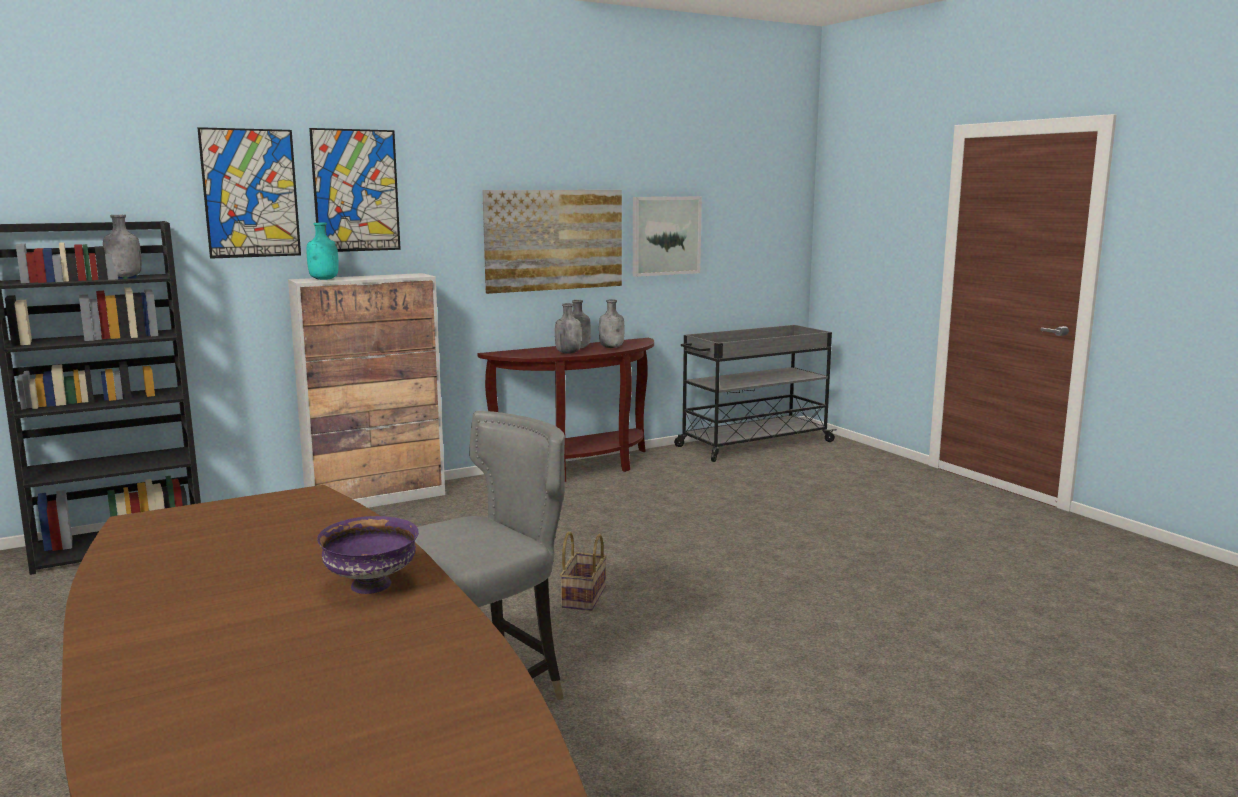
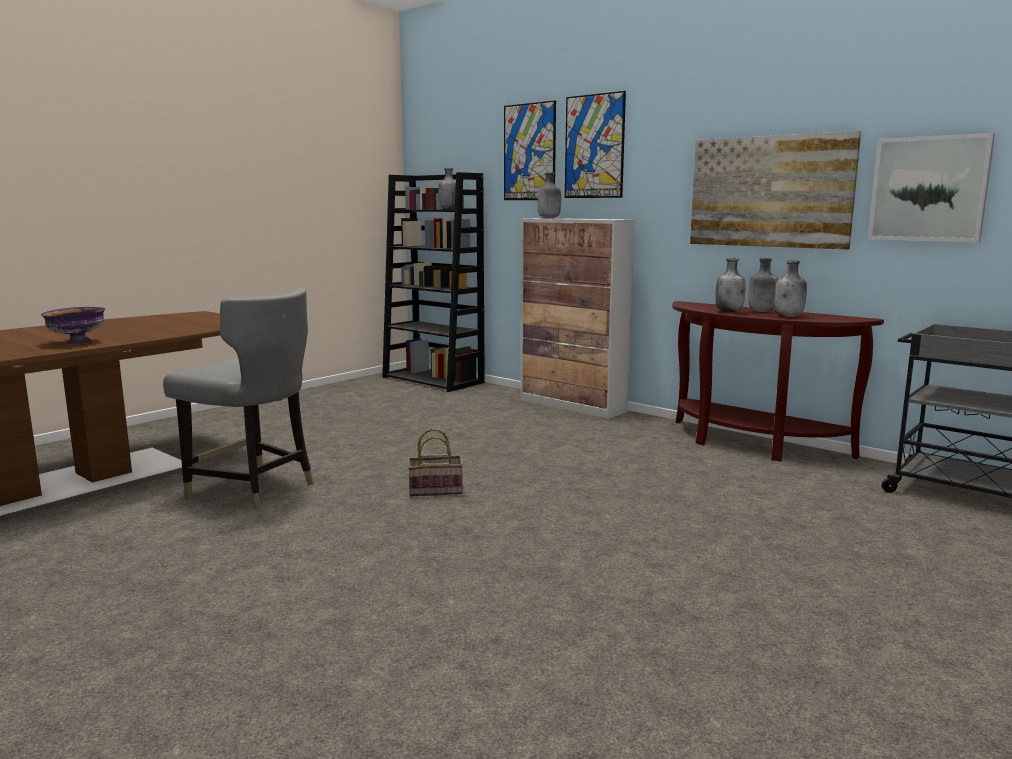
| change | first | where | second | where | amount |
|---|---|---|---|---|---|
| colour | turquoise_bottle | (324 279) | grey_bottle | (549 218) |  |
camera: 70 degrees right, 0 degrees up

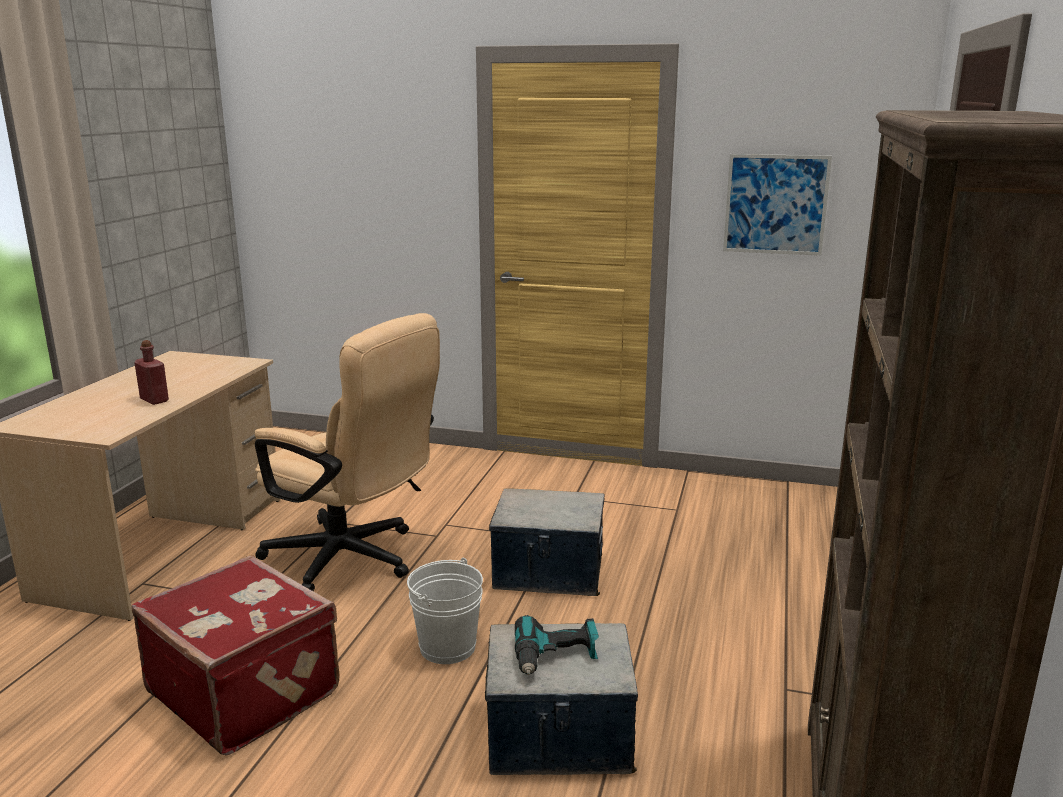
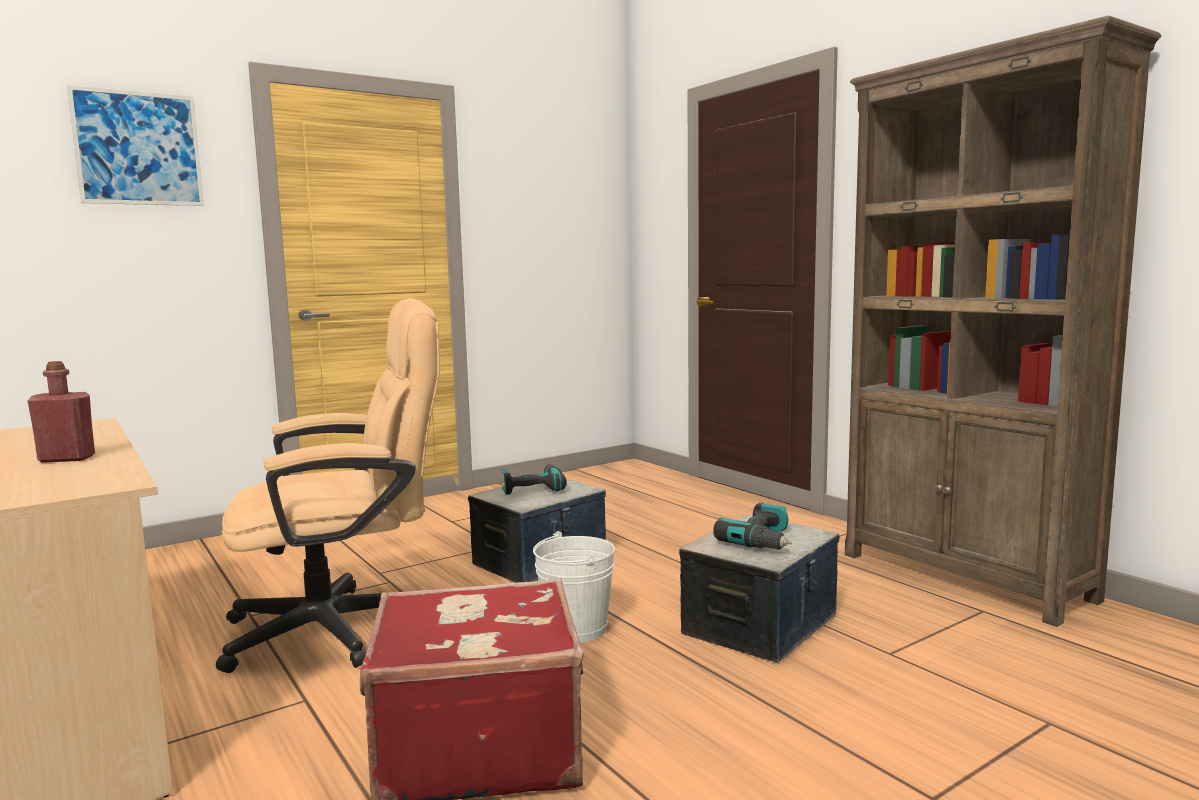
| change | first | where | second | where | amount |
|---|---|---|---|---|---|
| appeared |  |  | power_drill | (533 488) |  |
| relocated | picture | (775 204) |  | (138 148) |  |
camera: 50 degrees left, 10 degrees down

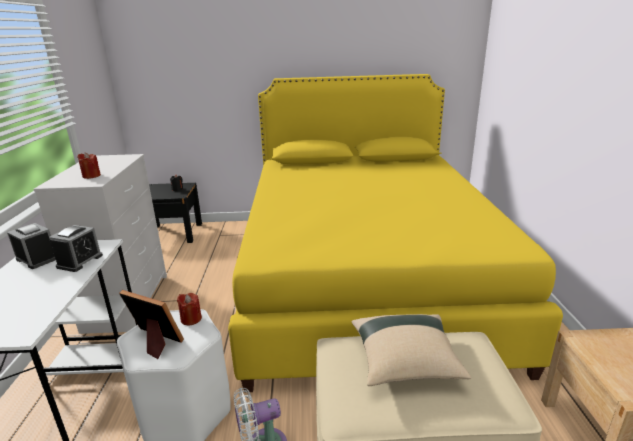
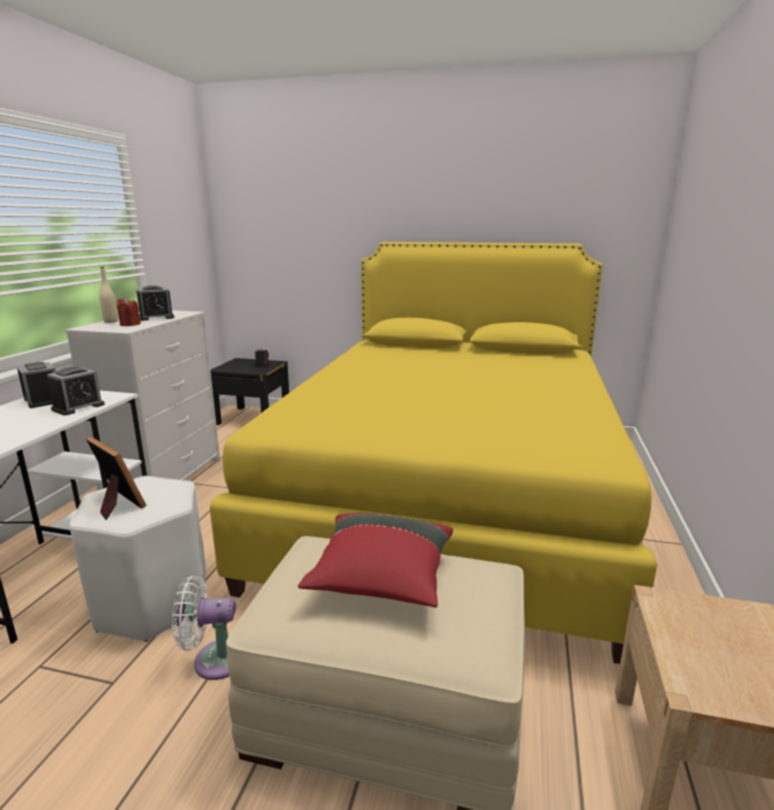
| change | first | where | second | where | amount |
|---|---|---|---|---|---|
| missing | red_candle | (191 319) |  |  |  |
| appeared |  |  | beige_bottle | (111 321) |  |
| appeared |  |  | alarm_clock | (156 317) |  |
| colour | beige_pillow | (405 363) | red_pillow | (381 579) |  |
camera: 15 degrees right, 5 degrees down

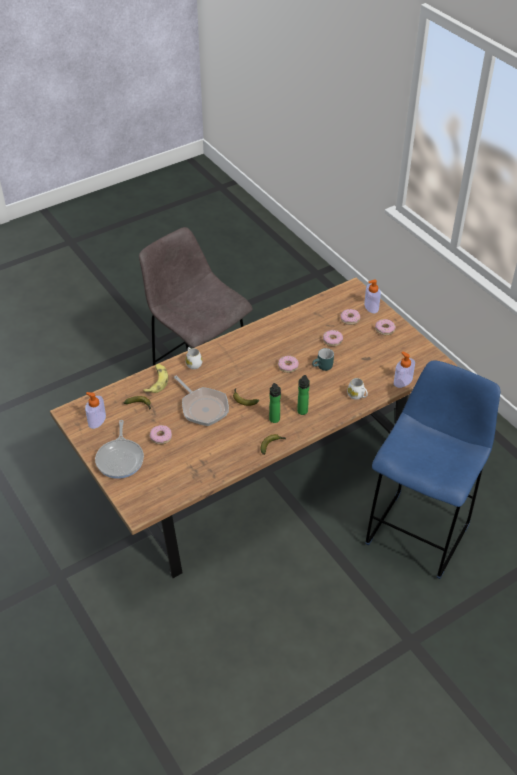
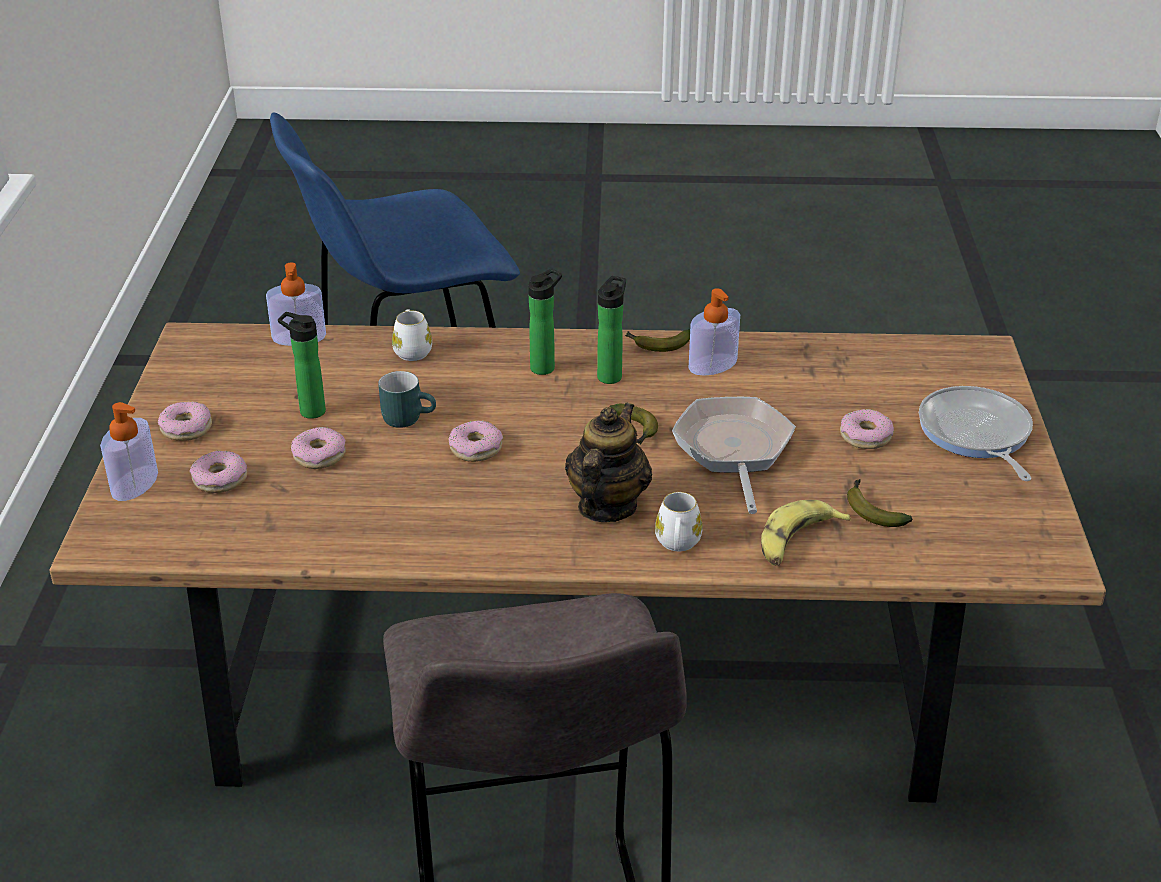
| change | first | where | second | where | amount |
|---|---|---|---|---|---|
| appeared |  |  | bottle | (309 410) |  |
| appeared |  |  | teapot | (606 506) |  |
| relocated | soap_dispenser | (97 420) |  | (712 365) |  |
| spun | frying_pan | (120 459) |  | (975 434) | 45 degrees counterclockwise |
camera: 145 degrees left, 10 degrees down

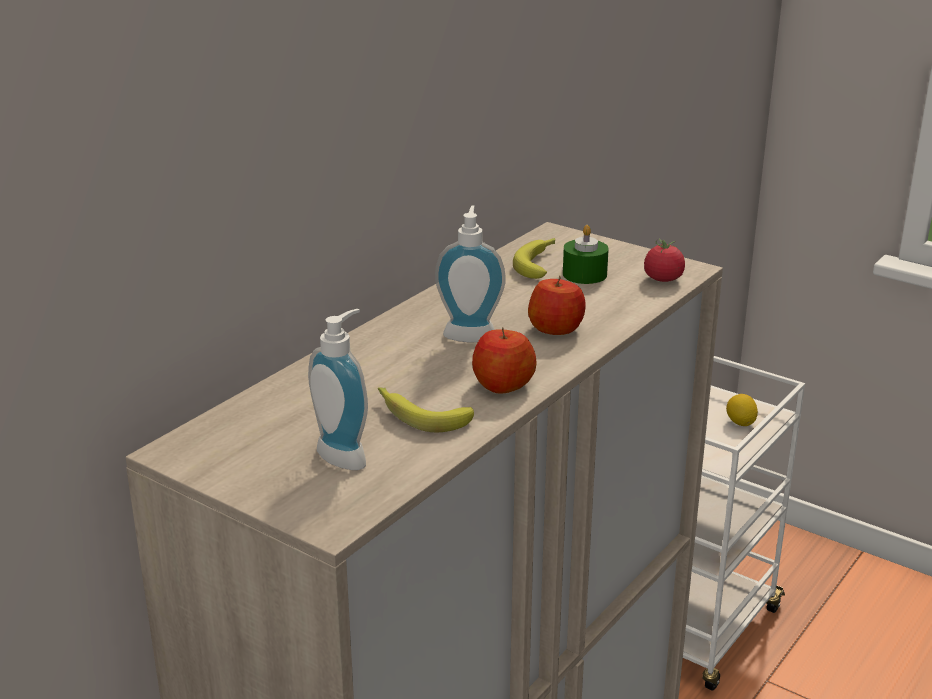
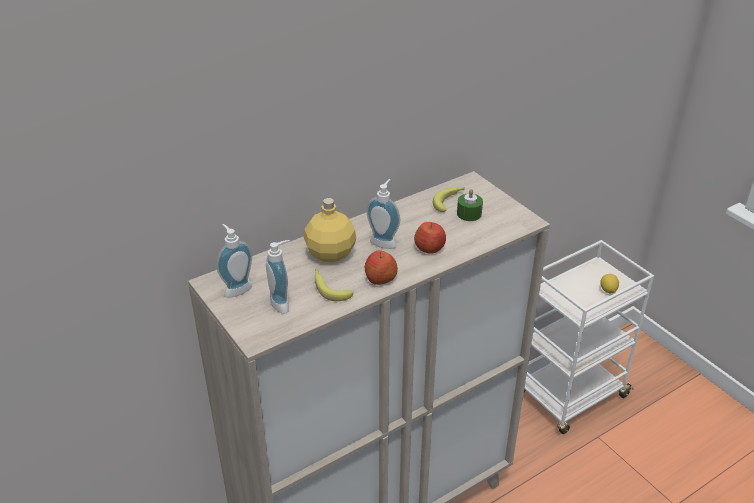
| change | first | where | second | where | amount |
|---|---|---|---|---|---|
| missing | tomato | (663 279) |  |  |  |
| appeared |  |  | soap_dispenser | (236 288) |  |
| appeared |  |  | yellow_bottle | (331 253) |  |
camera: 20 degrees right, 10 degrees up

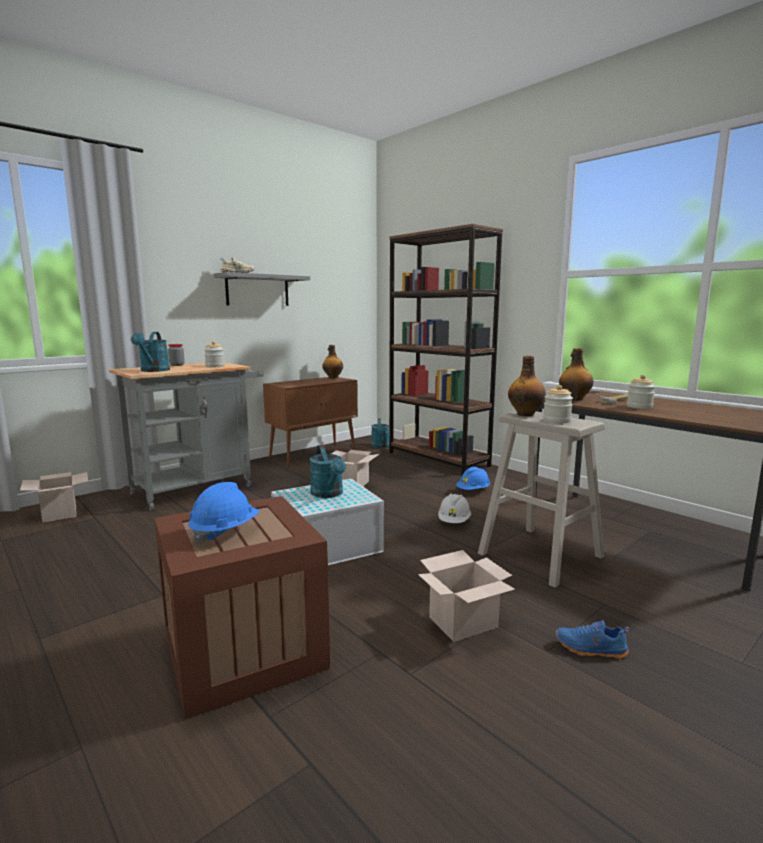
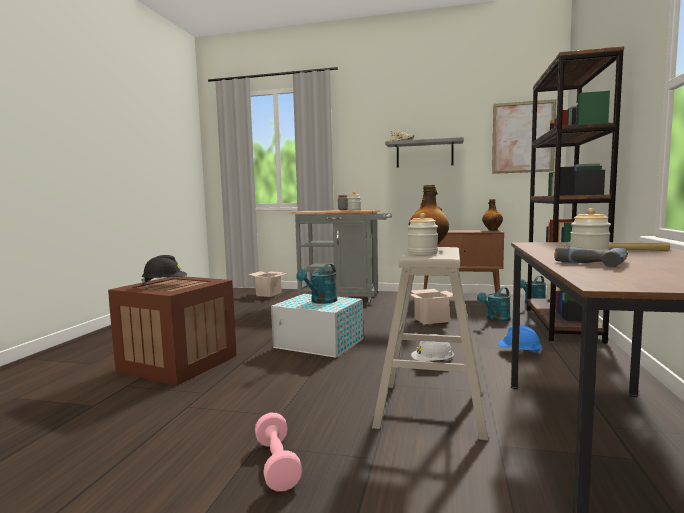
| change | first | where | second | where | amount |
|---|---|---|---|---|---|
| missing | cardboard_box | (462 623) |  |  |  |
| missing | bottle | (574 399) |  |  |  |
| appeared |  |  | picture | (523 137) |  |
| appeared |  |  | power_drill | (591 262) |  |
| relocated | turquoise_watering_can | (153 371) |  | (496 319) |  |
| exchanged | blue_shoe | (590 649) | pink_dumbbell | (277 464) |  |
| colour | blue_hard_hat | (224 531) | black_hard_hat | (165 283) |  |
camera: 55 degrees right, 5 degrees down

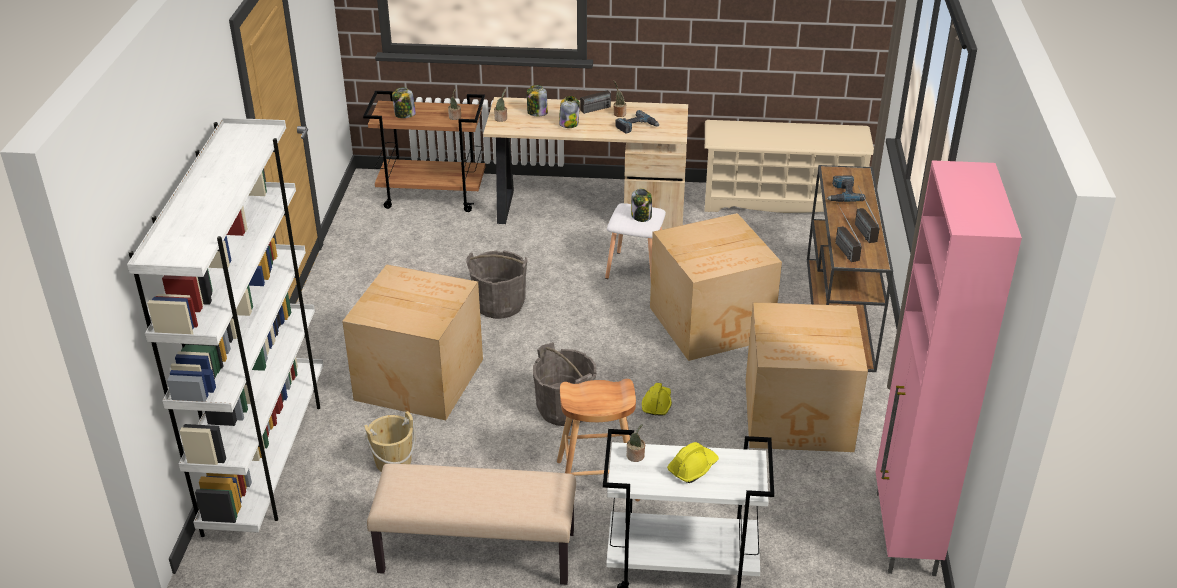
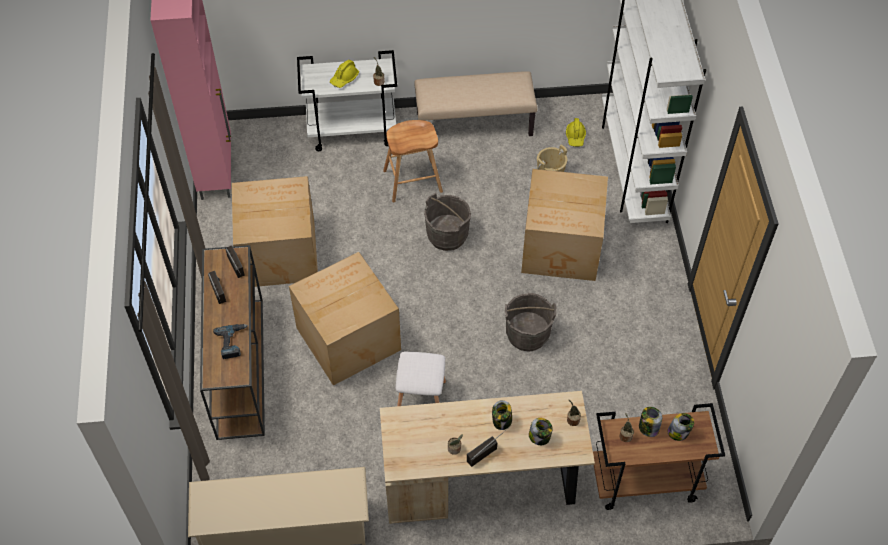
| change | first | where | second | where | amount |
|---|---|---|---|---|---|
| missing | power_drill | (637 126) |  |  |  |
| relocated | jar | (641 216) |  | (648 428) |  |
| relocated | yellow_hard_hat | (657 404) |  | (575 136) |  |
camera: 170 degrees right, 20 degrees up

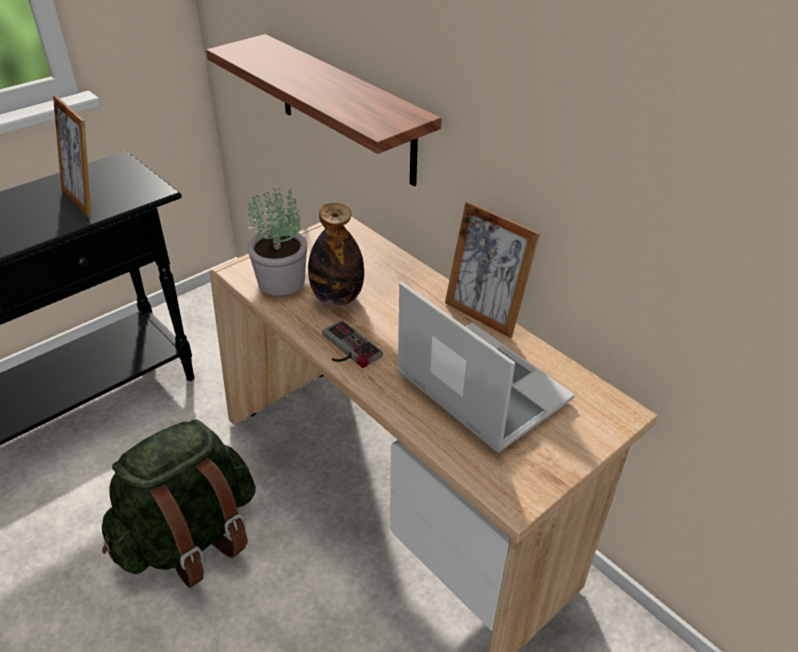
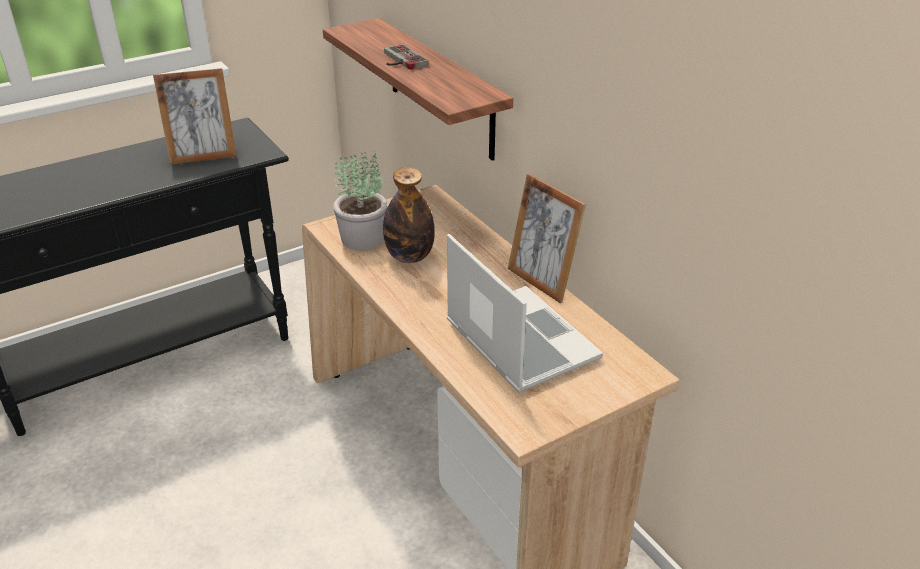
| change | first | where | second | where | amount |
|---|---|---|---|---|---|
| missing | green_backpack | (190 537) |  |  |  |
| relocated | game_controller | (345 349) |  | (400 60) |  |
| spun | picture_frame | (85 200) |  | (203 156) | 75 degrees counterclockwise |
camera: 10 degrees right, 5 degrees down

